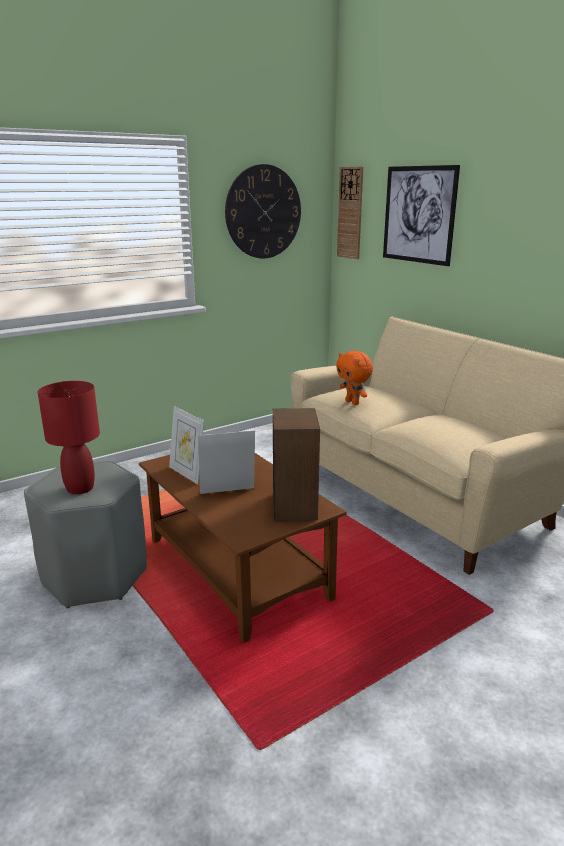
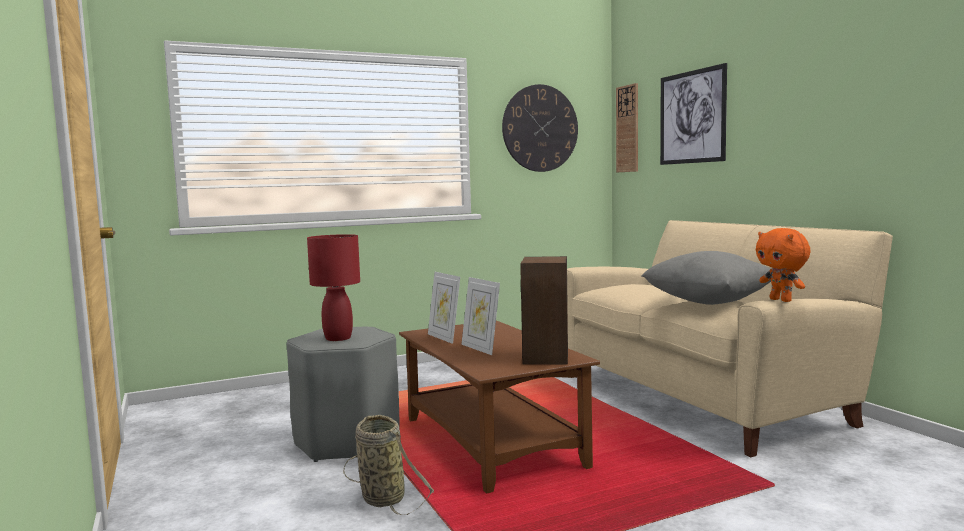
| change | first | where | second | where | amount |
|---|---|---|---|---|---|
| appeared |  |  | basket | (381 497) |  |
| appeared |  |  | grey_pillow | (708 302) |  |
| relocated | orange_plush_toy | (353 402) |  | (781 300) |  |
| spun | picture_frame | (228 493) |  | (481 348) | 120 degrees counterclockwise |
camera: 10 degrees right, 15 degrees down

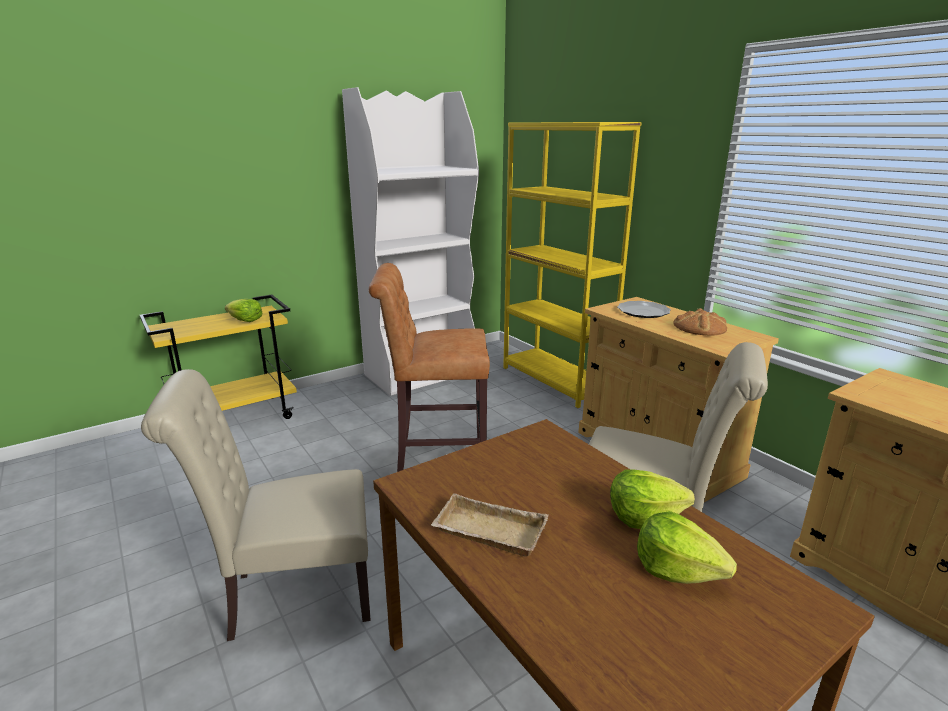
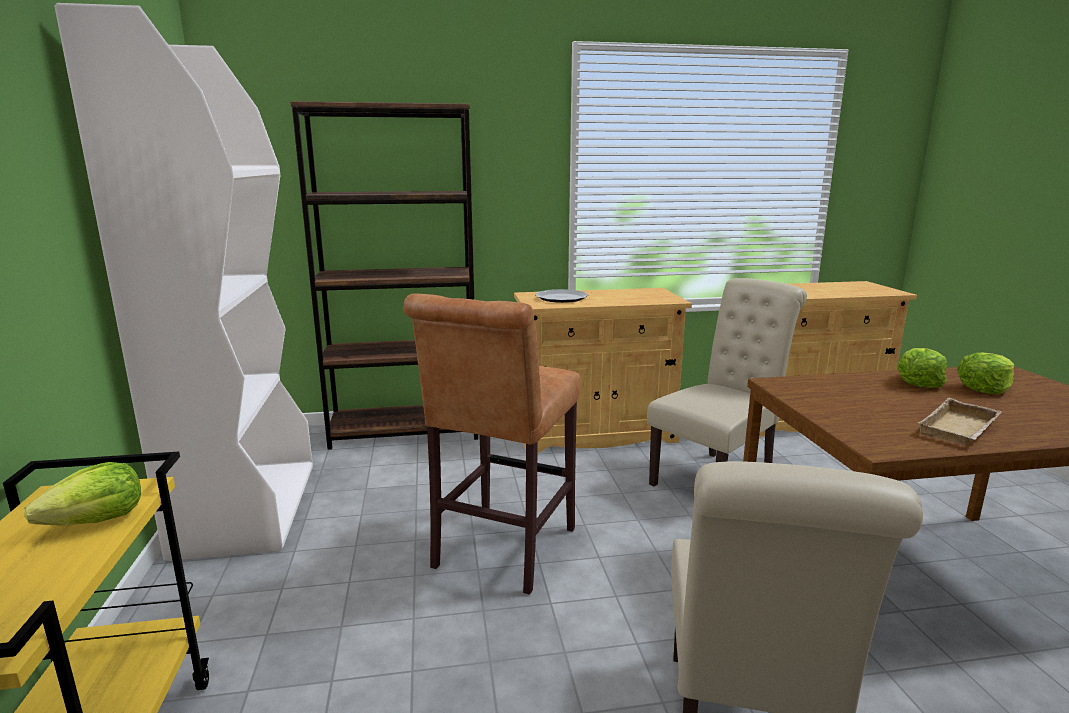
| change | first | where | second | where | amount |
|---|---|---|---|---|---|
| missing | bread | (699 327) |  |  |  |
| colour | yellow_bookcase | (555 381) | brown_bookcase | (405 432) |  |
camera: 65 degrees left, 5 degrees down

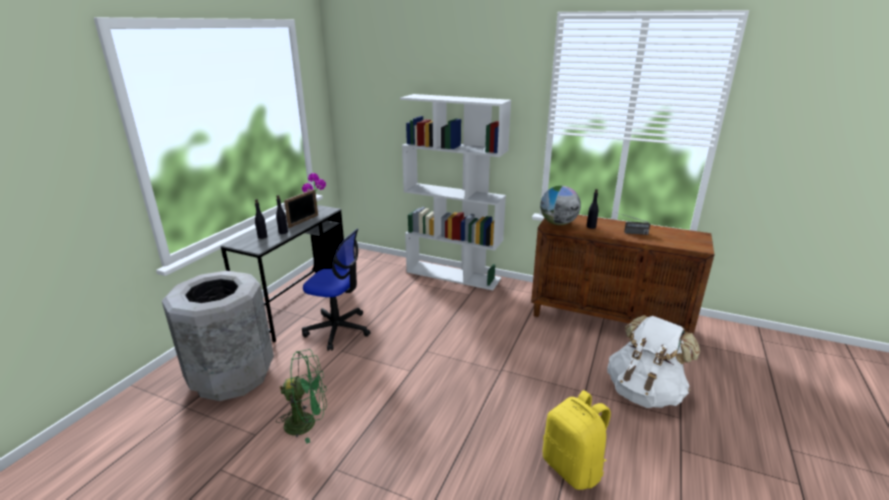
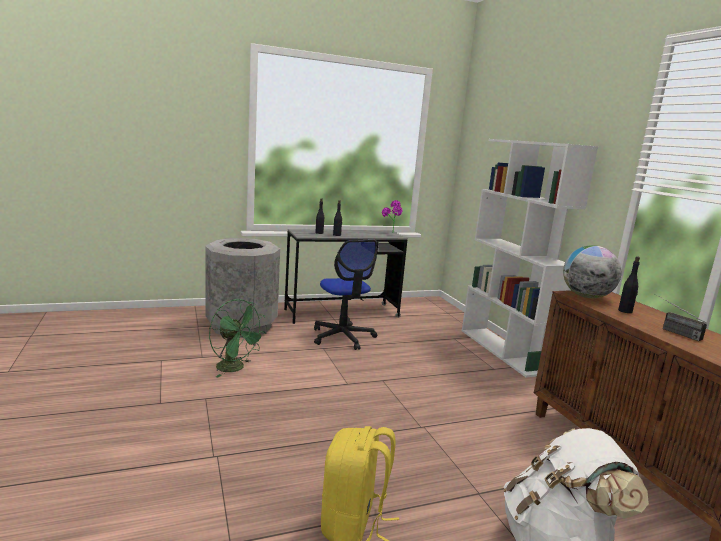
| change | first | where | second | where | amount |
|---|---|---|---|---|---|
| missing | picture_frame | (303 221) |  |  |  |
camera: 45 degrees right, 10 degrees down

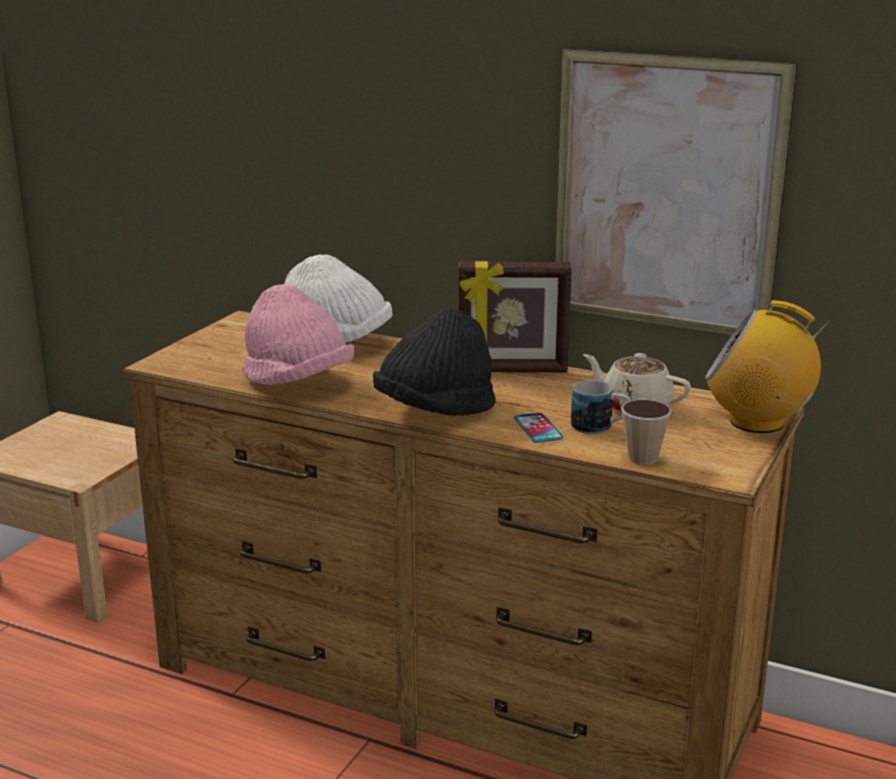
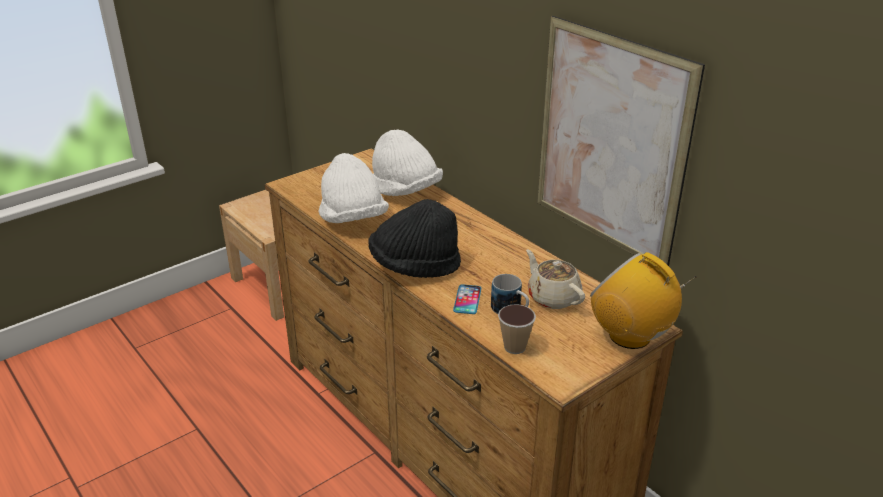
| change | first | where | second | where | amount |
|---|---|---|---|---|---|
| missing | picture_frame | (512 371) |  |  |  |
| colour | pink_hat | (297 382) | white_hat | (353 219) |  |
camera: 25 degrees right, 10 degrees up

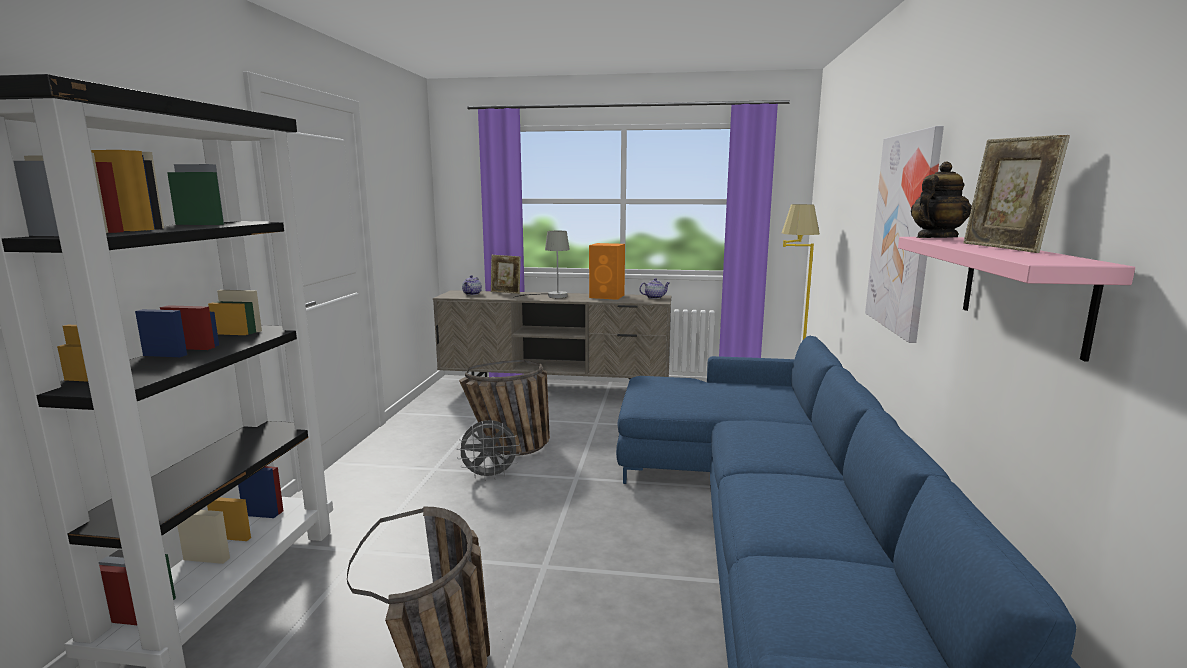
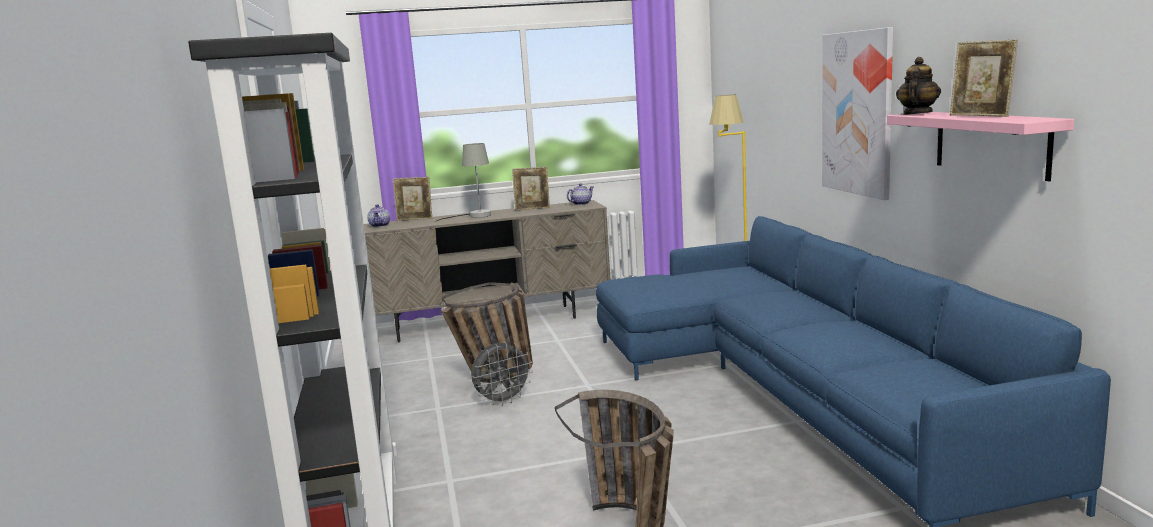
| change | first | where | second | where | amount |
|---|---|---|---|---|---|
| exchanged | orange_speaker | (607 296) | picture_frame | (532 209) |  |
camera: 20 degrees left, 0 degrees up

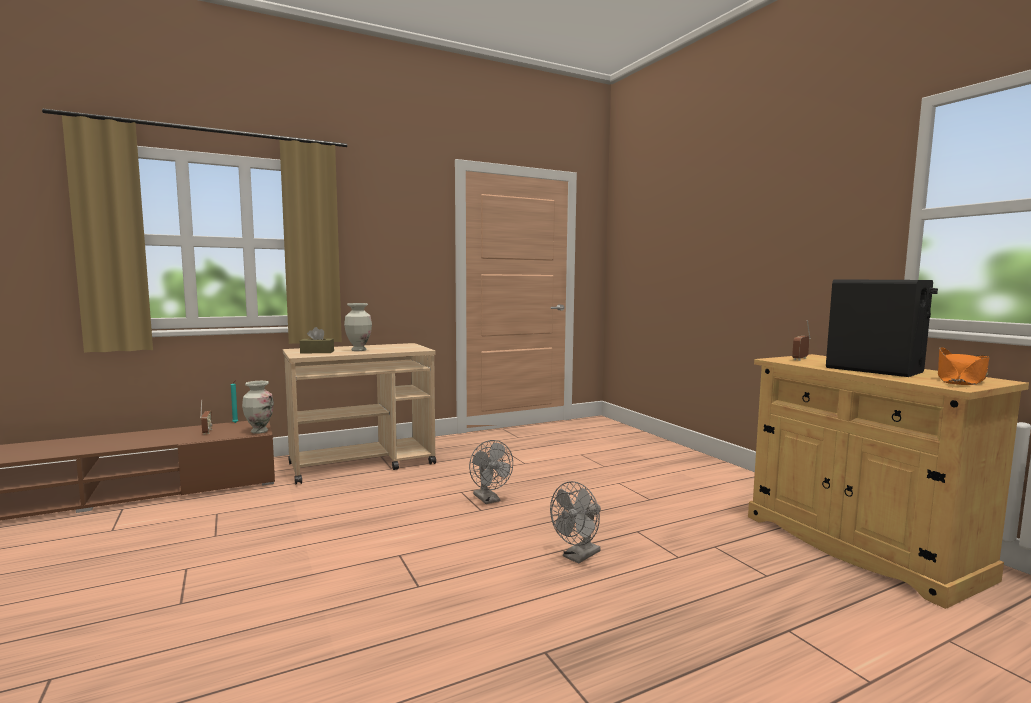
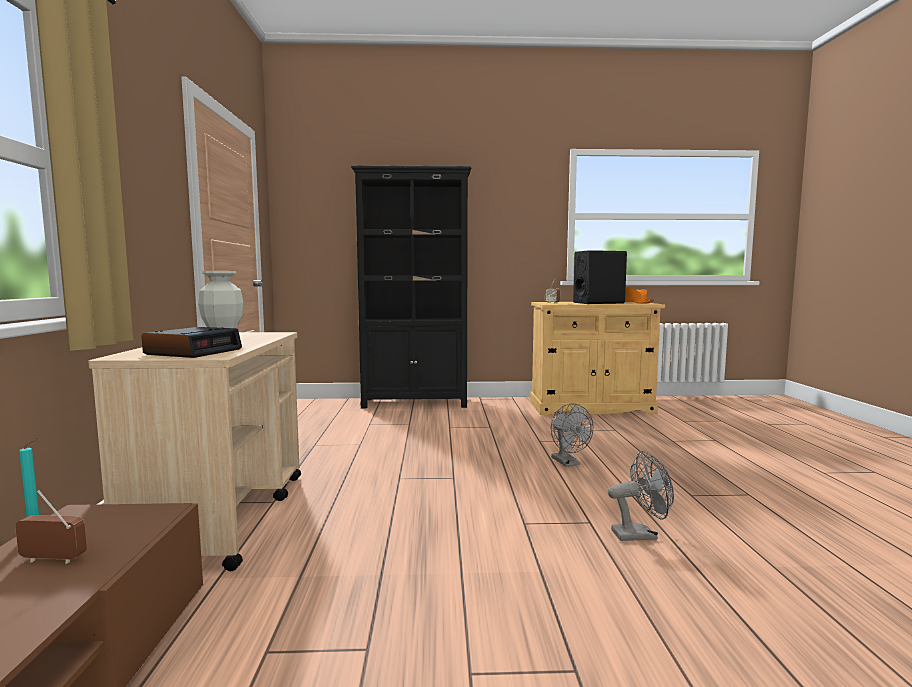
| change | first | where | second | where | amount |
|---|---|---|---|---|---|
| missing | vase | (259 431) |  |  |  |
| appeared |  |  | black_bookcase | (415 403) |  |
| relocated | grey_fan | (489 500) |  | (640 534) |  |
| exchanged | brown_tissue_box | (317 352) | alarm_clock | (194 351) |  |
camera: 65 degrees left, 0 degrees up

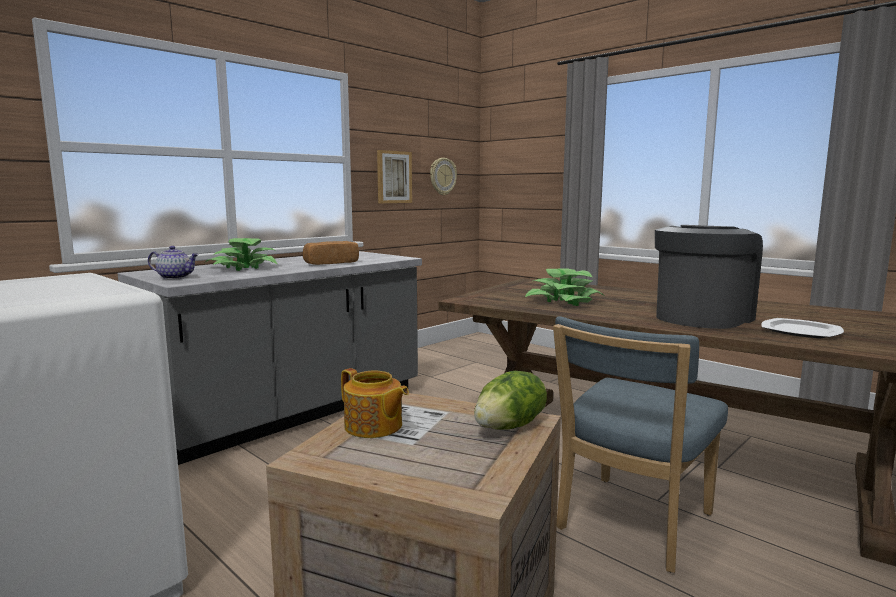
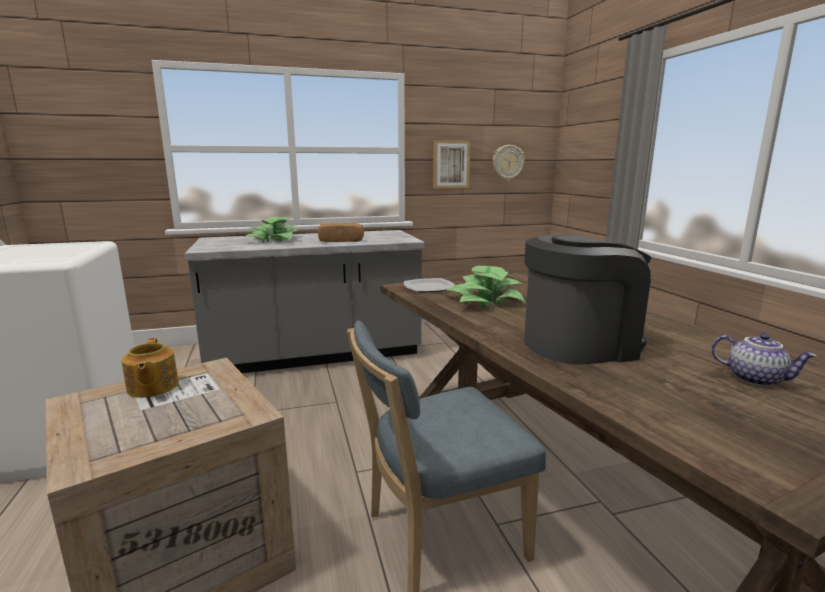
| change | first | where | second | where | amount |
|---|---|---|---|---|---|
| missing | lettuce | (510 426) |  |  |  |
| relocated | teapot | (175 277) |  | (755 379) |  |
| relocated | plate | (801 331) |  | (429 287) |  |
camera: 30 degrees right, 5 degrees up

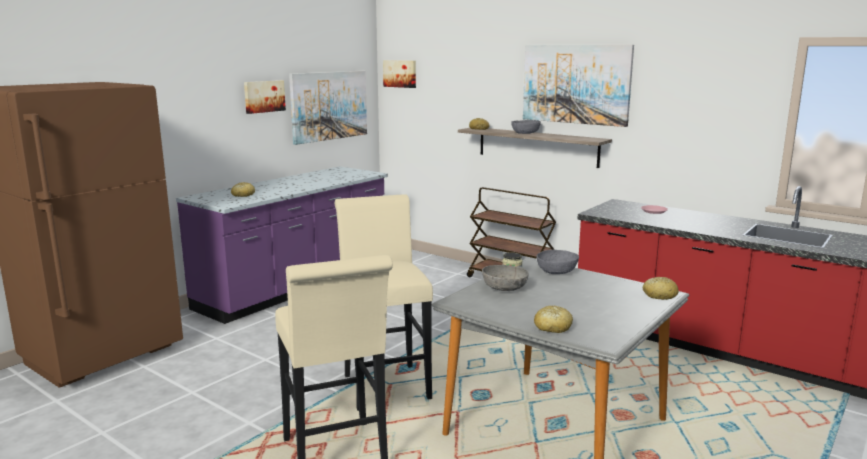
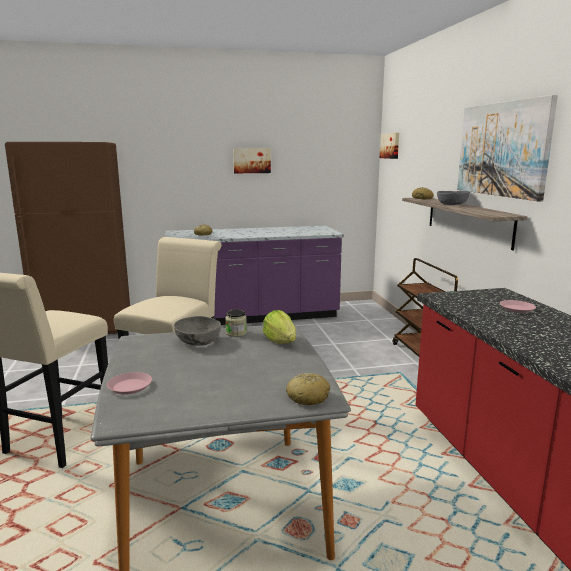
| change | first | where | second | where | amount |
|---|---|---|---|---|---|
| missing | picture | (329 105) |  |  |  |
| exchanged | bread | (552 327) | pink_plate | (129 387) |  |
| exchanged | grey_bowl | (556 271) | lettuce | (281 342) |  |
camera: 40 degrees right, 0 degrees up

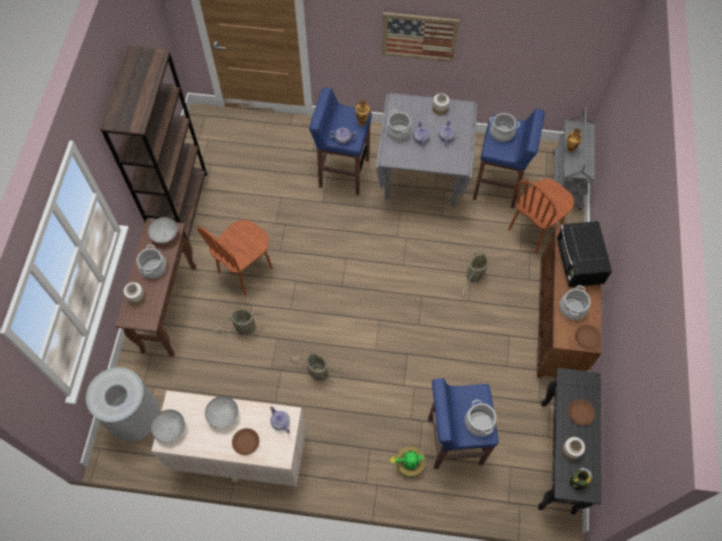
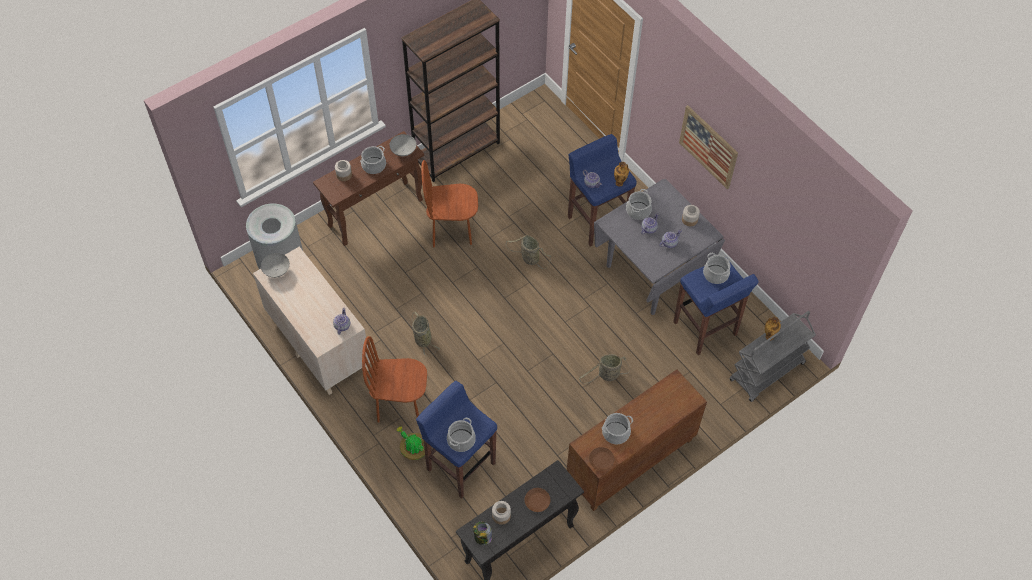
| change | first | where | second | where | amount |
|---|---|---|---|---|---|
| missing | grey_bowl | (224 415) |  |  |  |
| missing | brown_plate | (246 442) |  |  |  |
| missing | black_microwave | (578 264) |  |  |  |
| relocated | basket | (244 328) |  | (529 258) |  |
| relocated | brown_chair | (534 229) |  | (400 404) |  |
camera: 45 degrees right, 5 degrees down

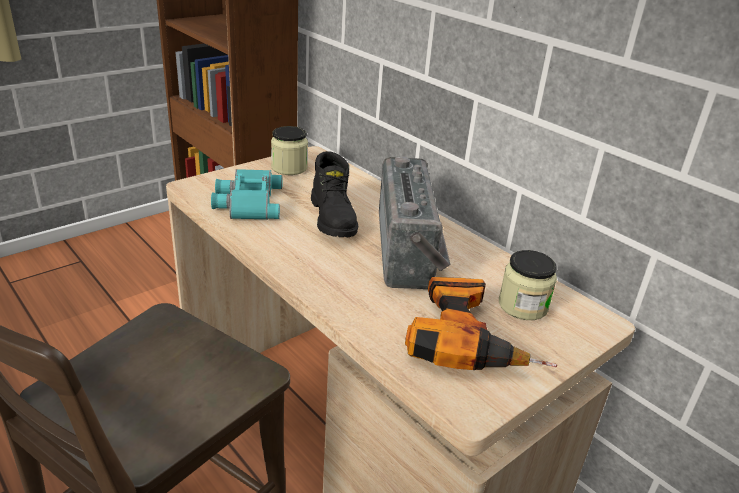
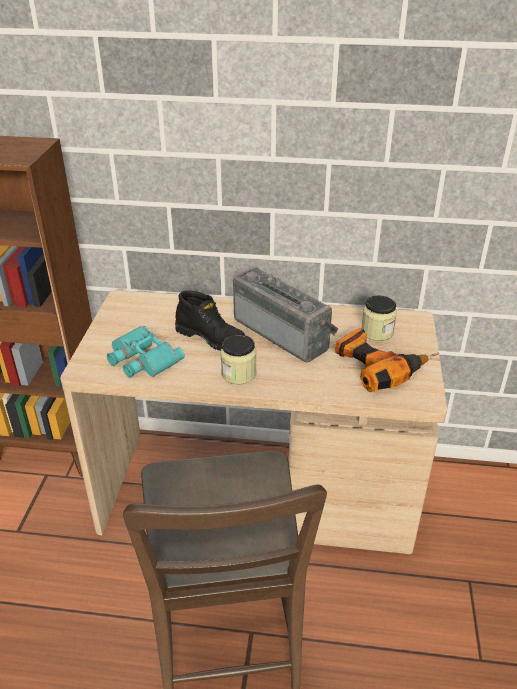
| change | first | where | second | where | amount |
|---|---|---|---|---|---|
| relocated | jar | (289 168) |  | (238 374) |  |
camera: 40 degrees left, 5 degrees up

